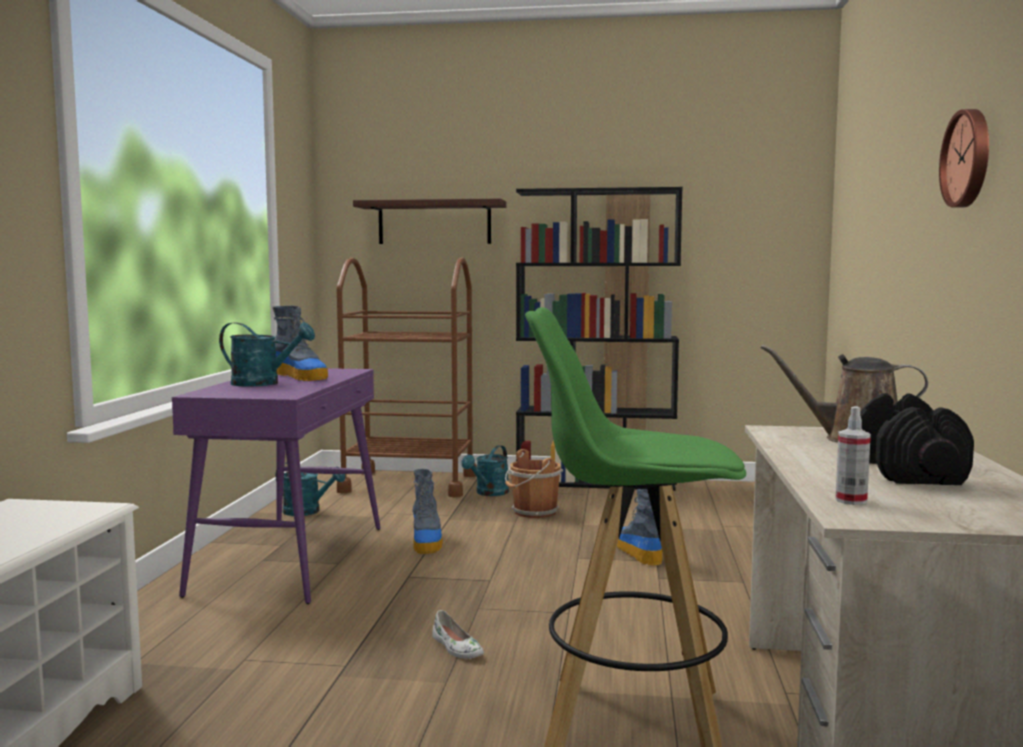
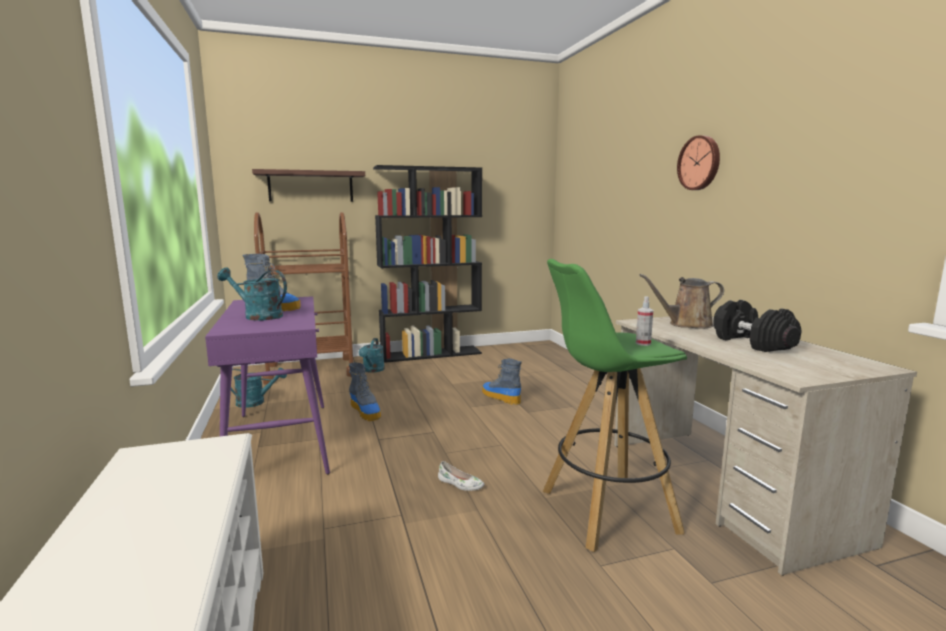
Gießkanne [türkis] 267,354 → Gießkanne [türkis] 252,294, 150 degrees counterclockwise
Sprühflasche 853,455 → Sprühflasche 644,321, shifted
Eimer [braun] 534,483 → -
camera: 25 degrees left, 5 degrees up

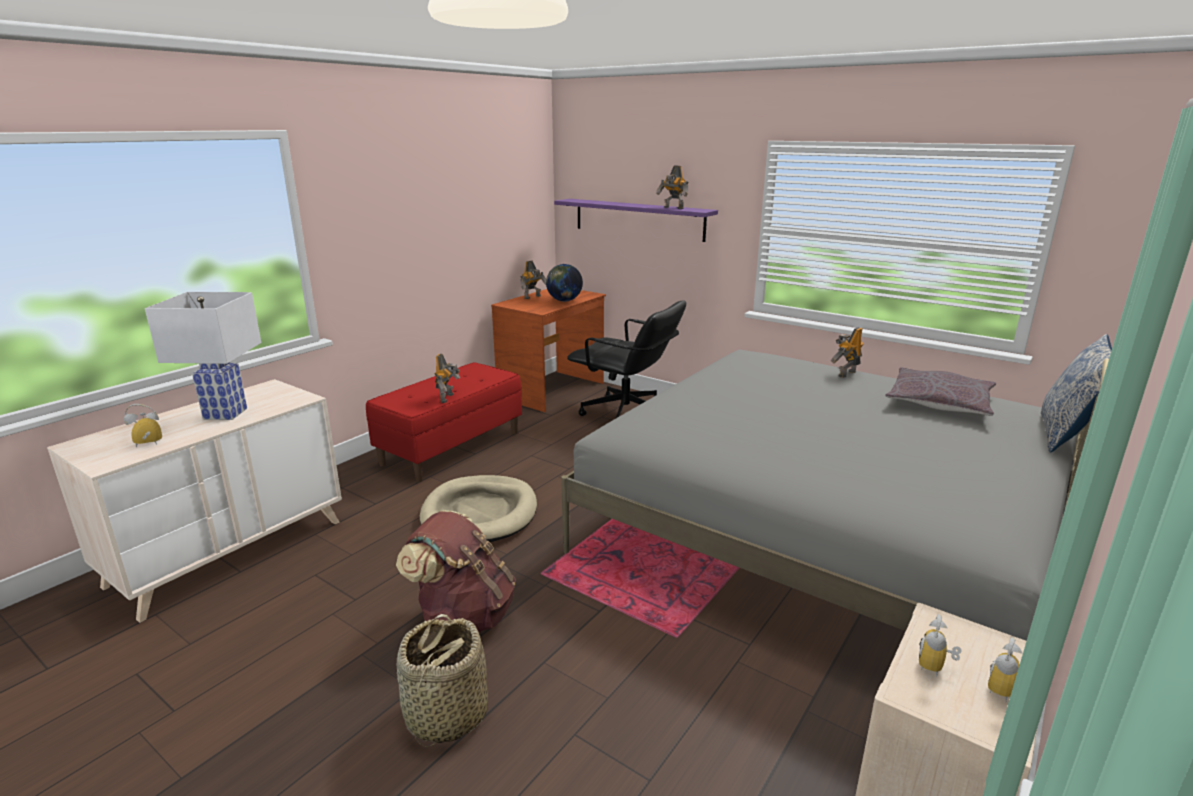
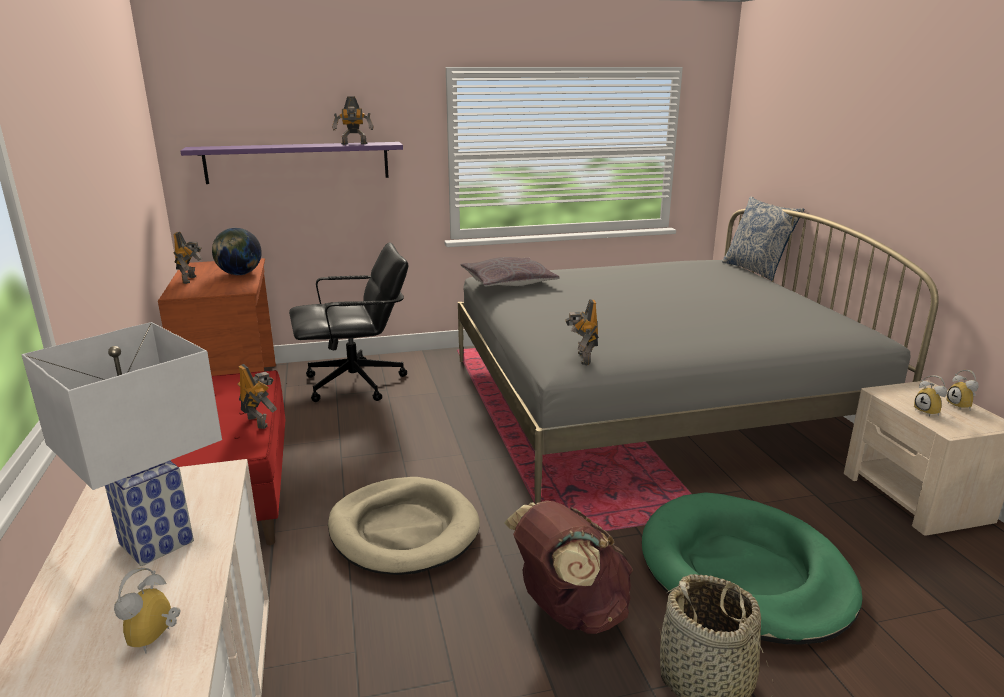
Spielzeugroboter 847,352 → Spielzeugroboter 582,332, shifted
Kissen [grau] 941,391 → Kissen [grau] 510,271, shifted
- → Hundebett [grün] 752,568
camera: 50 degrees left, 0 degrees up

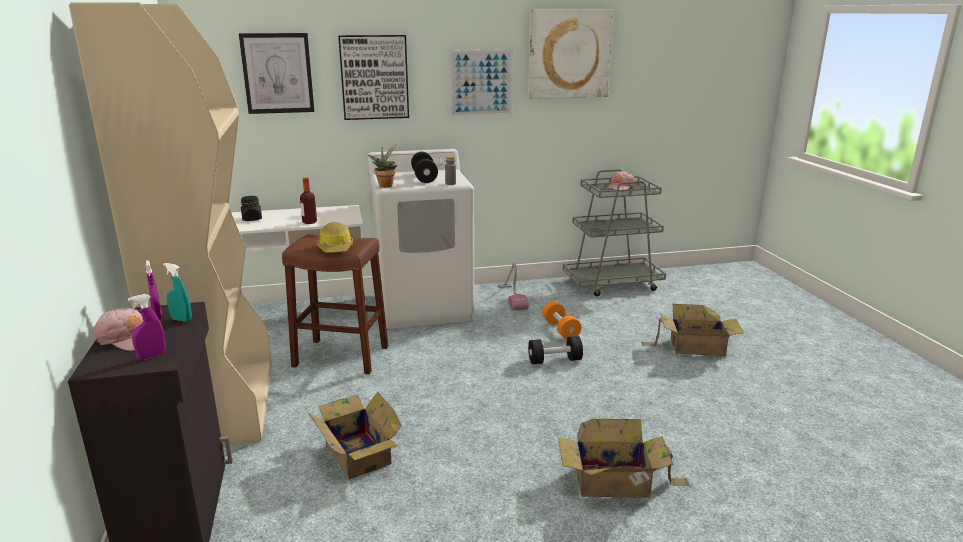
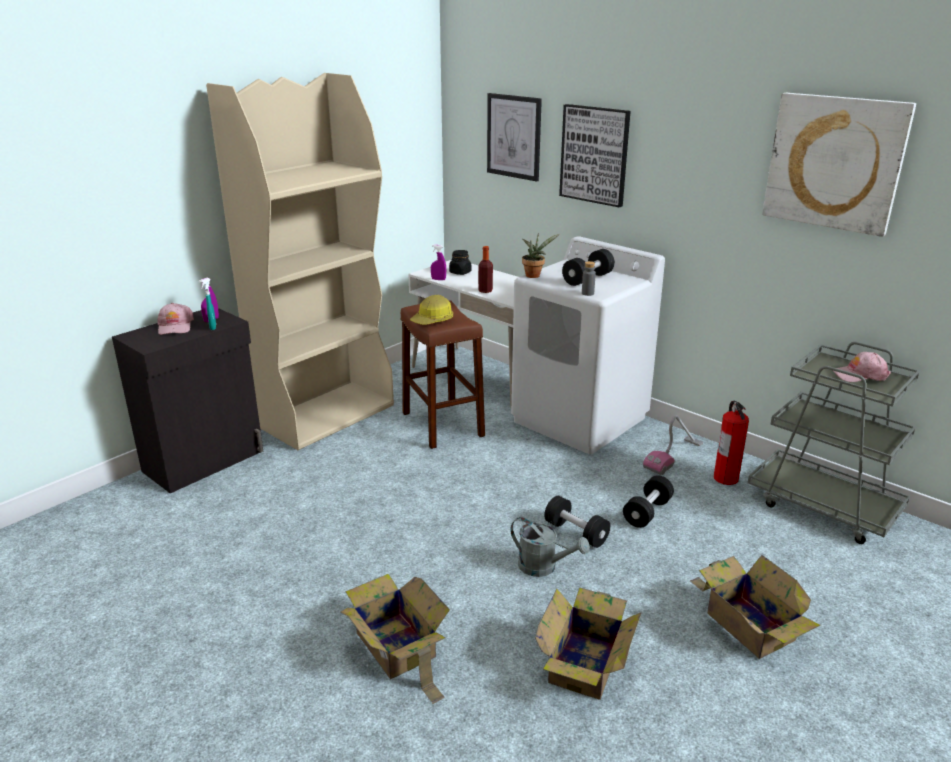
Bild 481,83 → -
Sprühflasche [lila] 147,327 → Sprühflasche [lila] 438,262, shifted
Hantel [orange] 561,320 → Hantel [schwarz] 648,501
Karton 355,435 → Karton 588,643, shifted
- → Feuerlöscher 731,442
- → Gießkanne [grau] 550,547
camera: 55 degrees right, 5 degrees up

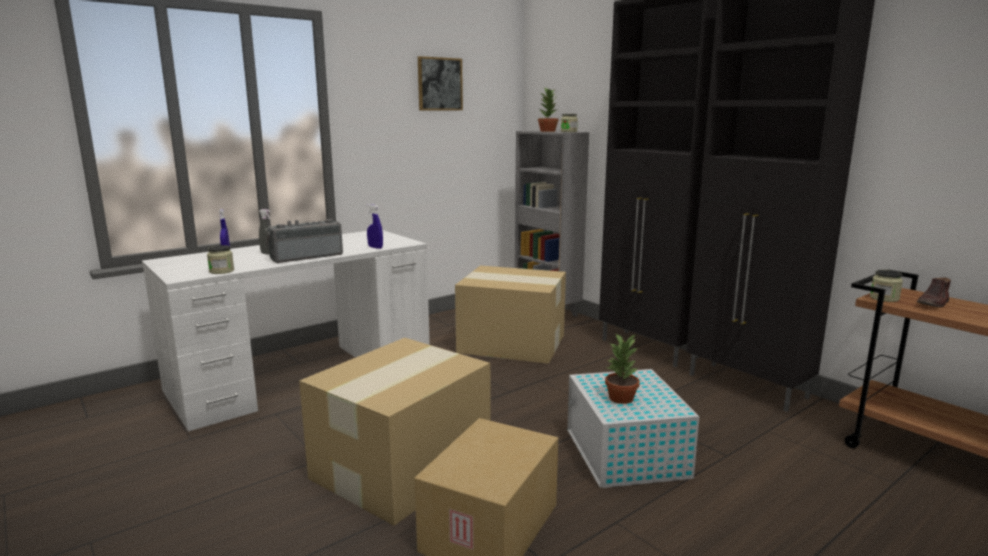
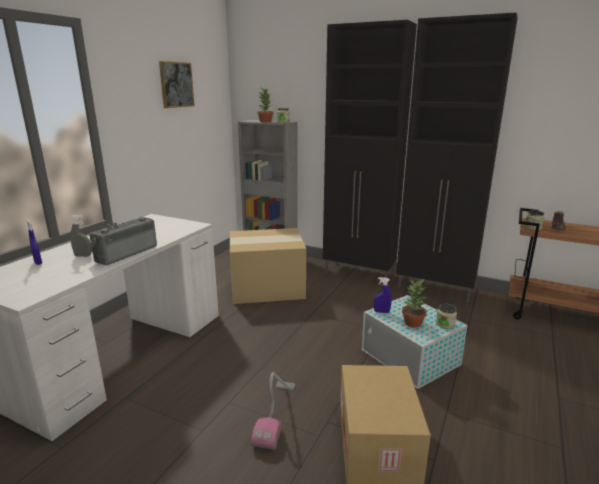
Sprühflasche [blau] 375,226 → Sprühflasche [blau] 382,295, shifted
Vorratsglas 220,259 → Vorratsglas 446,316, shifted
Karton 394,432 → Staubsauger 273,411
camera: 25 degrees left, 5 degrees up

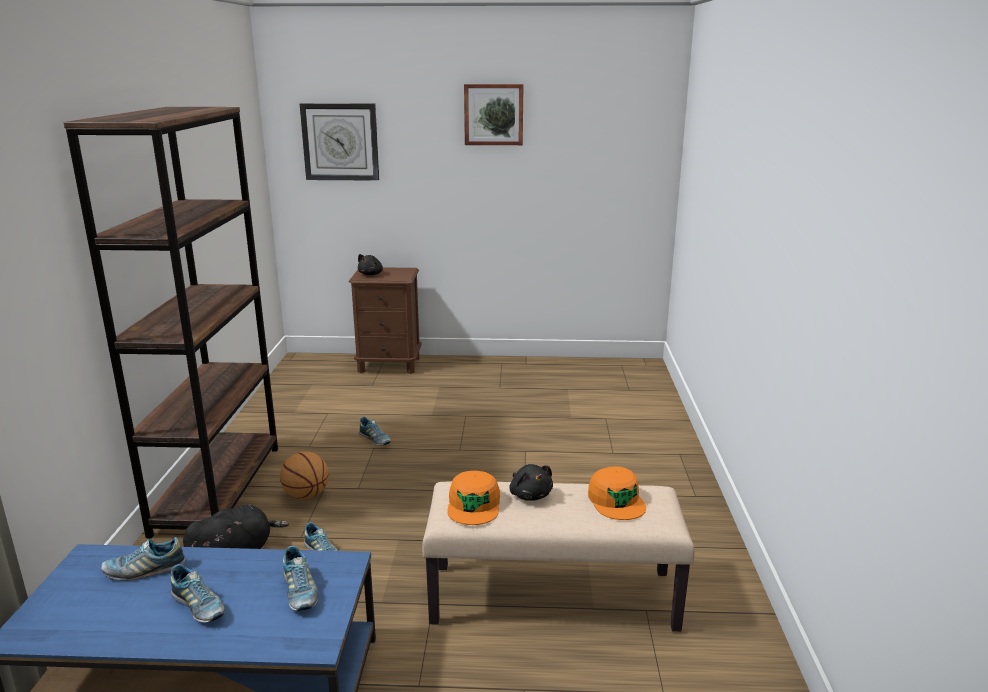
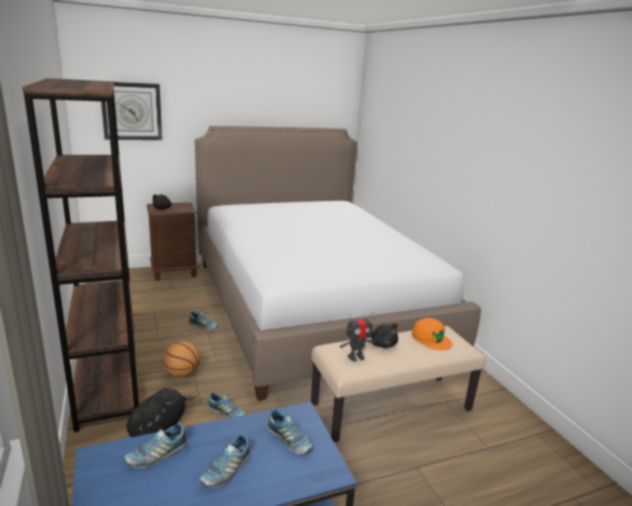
Bild 494,114 → -
Kappe [orange] 473,498 → Spielzeugroboter 357,337
Schuh 198,593 → Schuh 224,461, 105 degrees clockwise
- → Bett 338,263
camera: 25 degrees left, 0 degrees up

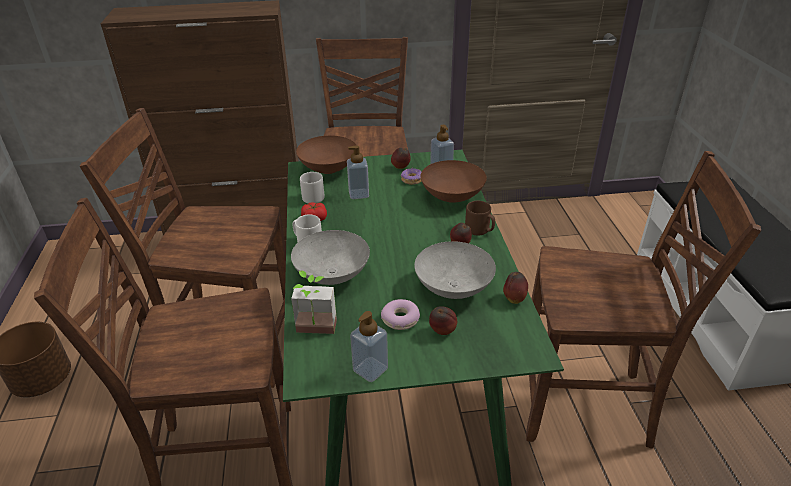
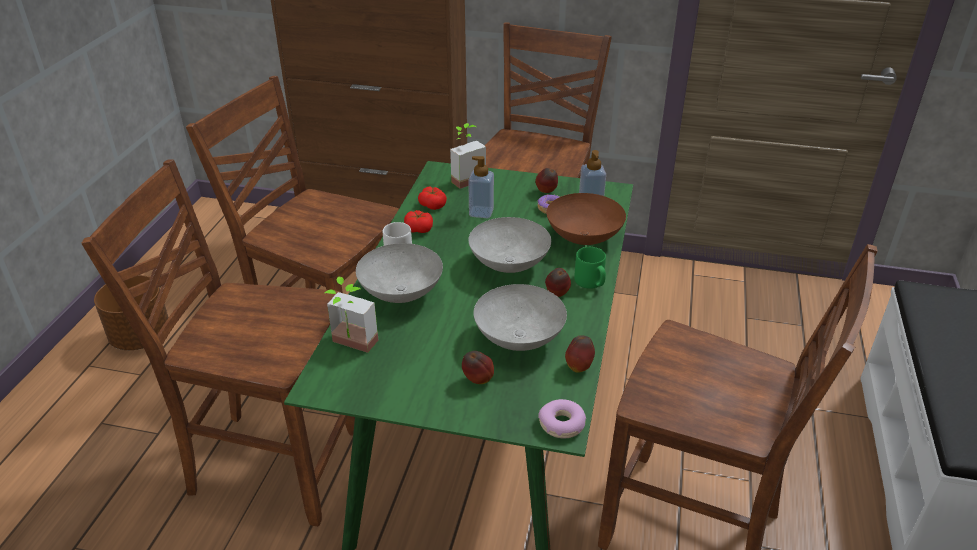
Schüssel [braun] 326,154 → Topfpflanze 468,156
Henkelbecher [grau] 312,187 → Tomate 432,198
Henkelbecher [braun] 480,218 → Henkelbecher [grün] 590,268
Donut 400,314 → Donut 562,418, shifted
Seifenspender 369,346 → -
- → Schüssel [grau] 509,245
camera: 20 degrees right, 0 degrees up

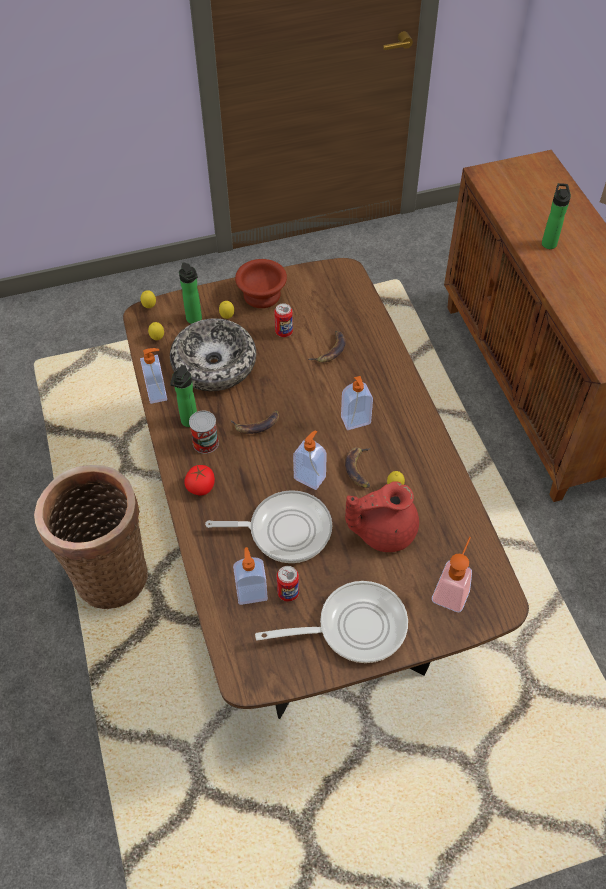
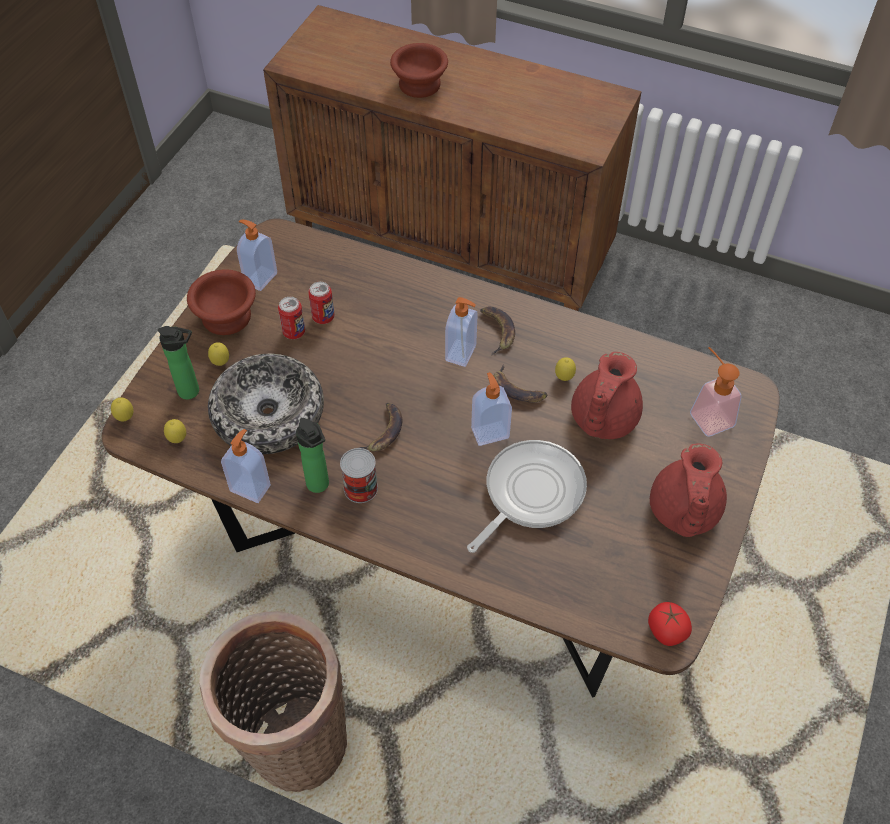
Flasche 556,216 → Schüssel [braun] 419,70
Banane 327,347 → Banane 497,331, shifted
Tomate 199,480 → Tomate 670,624, shifted
Seifenspender 250,576 → Seifenspender 257,255, shifted
Dose 288,584 → Dose 321,303, shifted
Pfanne 331,622 → Teekanne [rot] 688,490
camera: 50 degrees left, 0 degrees up

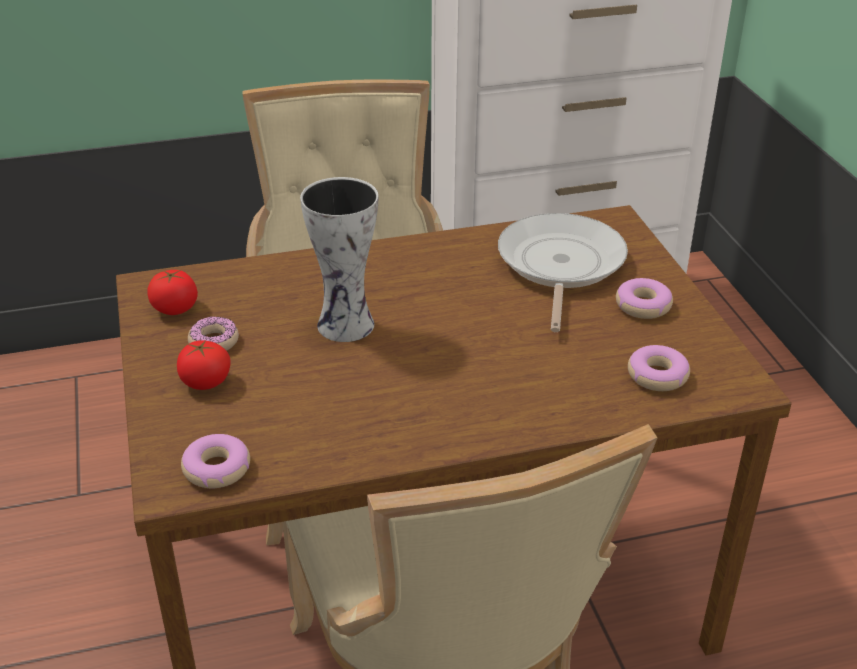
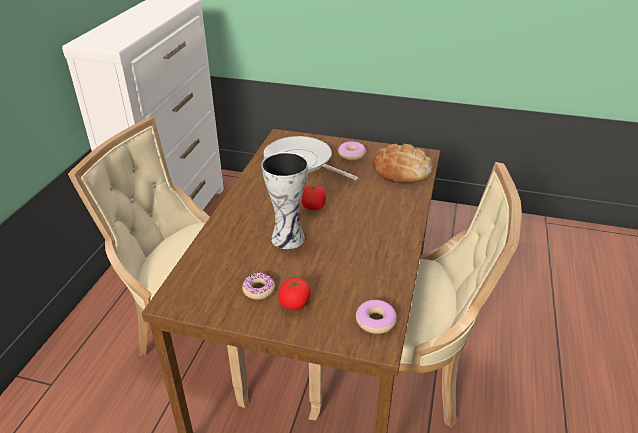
Tomate 172,292 → Tomate 313,197, shifted
Donut 659,368 → Brot 402,163
camera: 60 degrees left, 0 degrees up

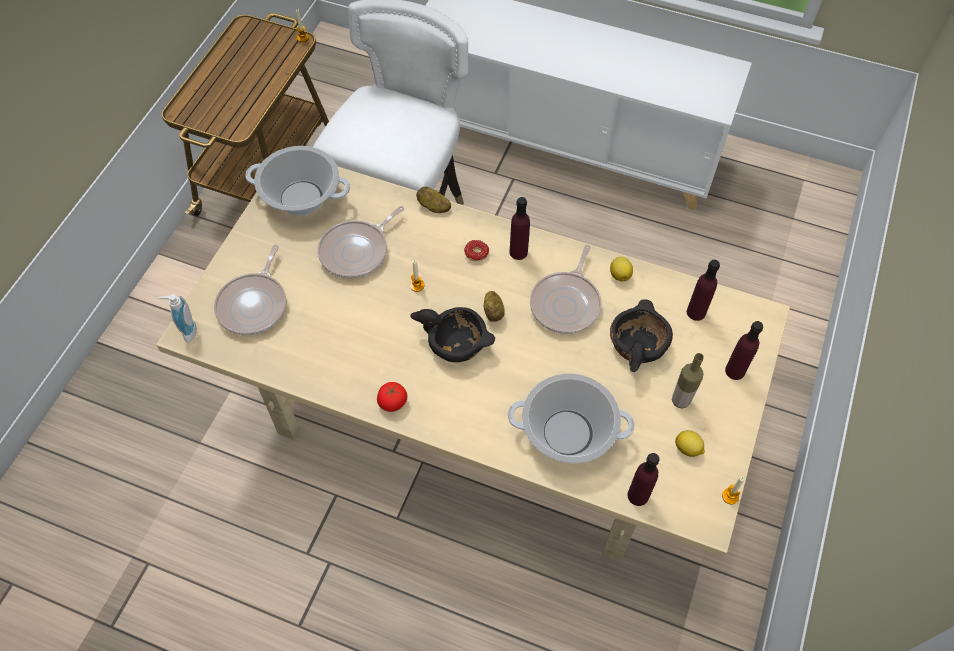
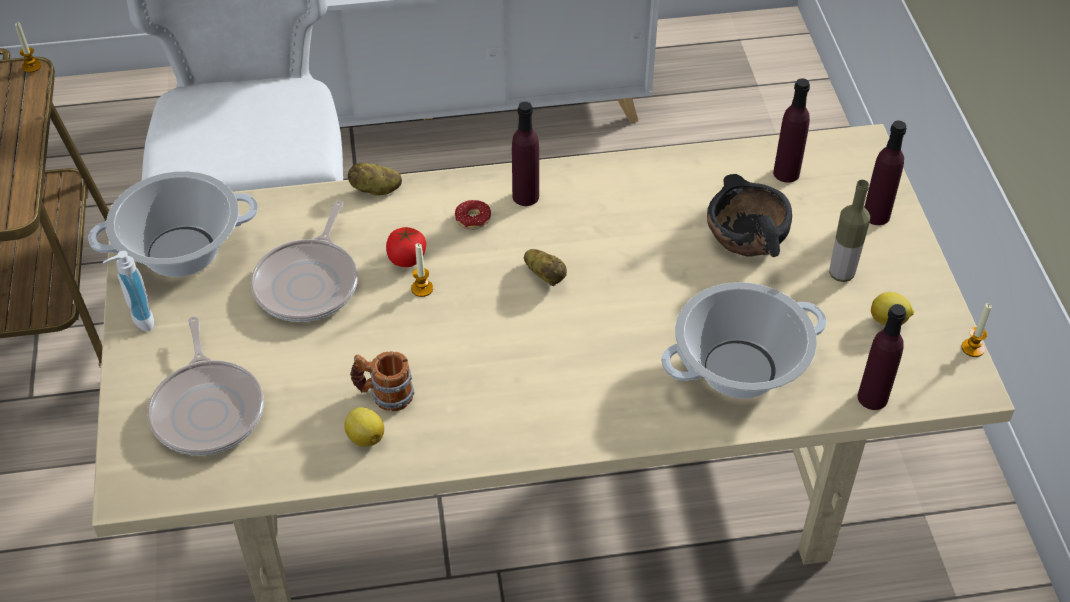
Pfanne 565,289 → -
Zitrone 621,269 → Zitrone 364,427, shifted
Seifenspender 177,318 → Seifenspender 128,291, shifted
Schüssel [schwarz] 452,334 → -
Tomate 392,397 → Tomate 406,247, shifted
- → Henkelbecher 382,381
camera: 30 degrees left, 10 degrees down

